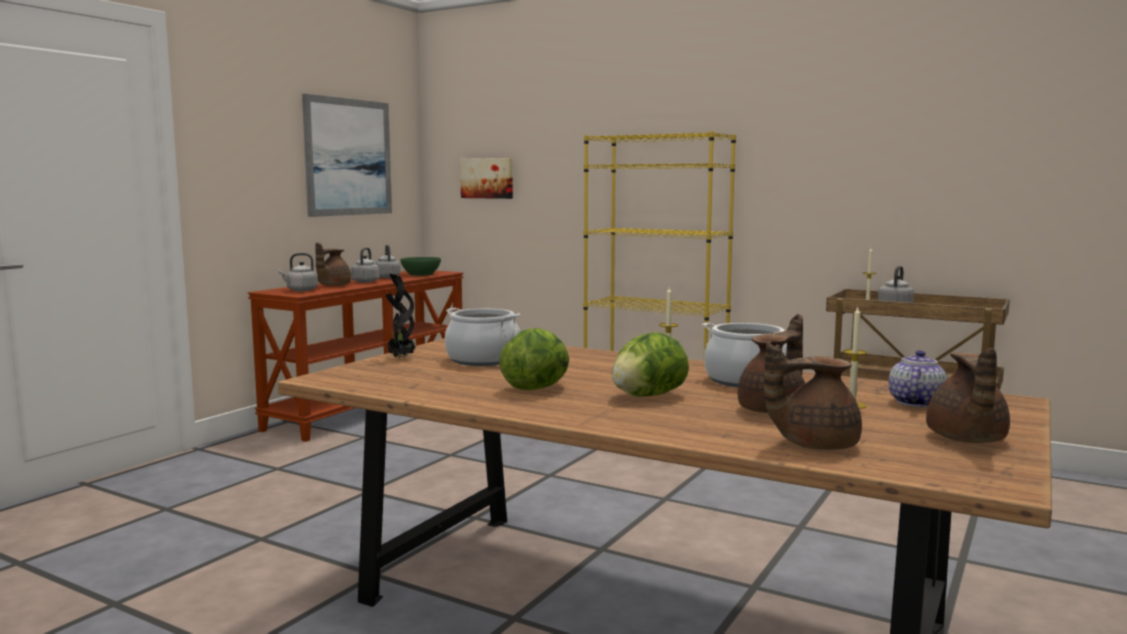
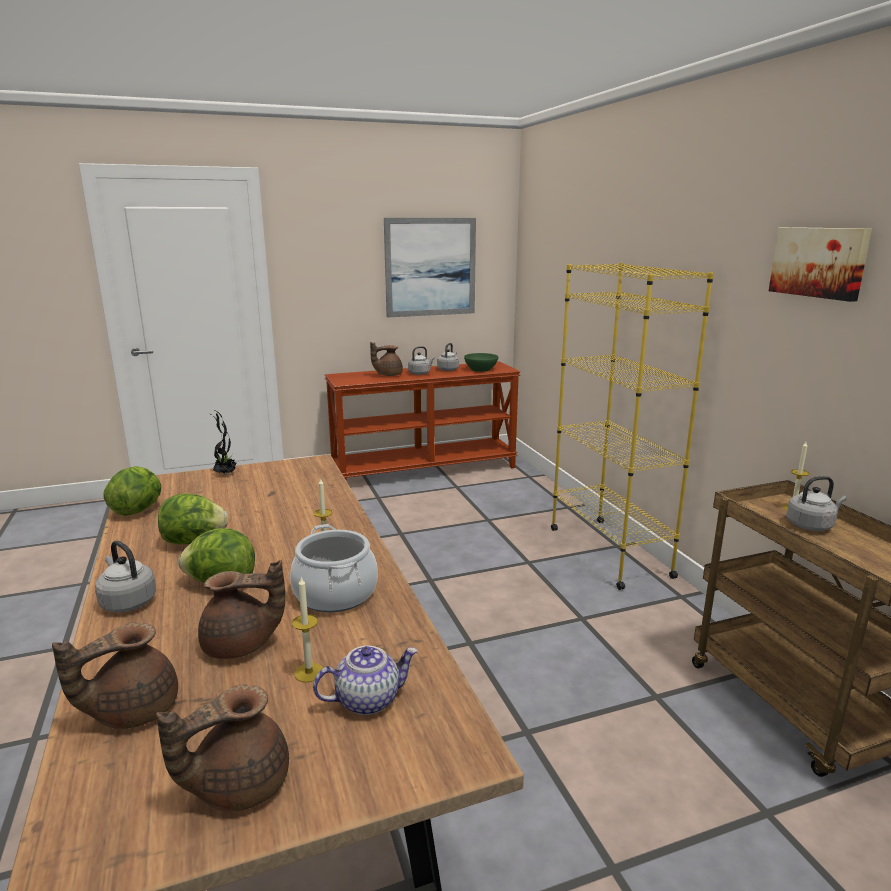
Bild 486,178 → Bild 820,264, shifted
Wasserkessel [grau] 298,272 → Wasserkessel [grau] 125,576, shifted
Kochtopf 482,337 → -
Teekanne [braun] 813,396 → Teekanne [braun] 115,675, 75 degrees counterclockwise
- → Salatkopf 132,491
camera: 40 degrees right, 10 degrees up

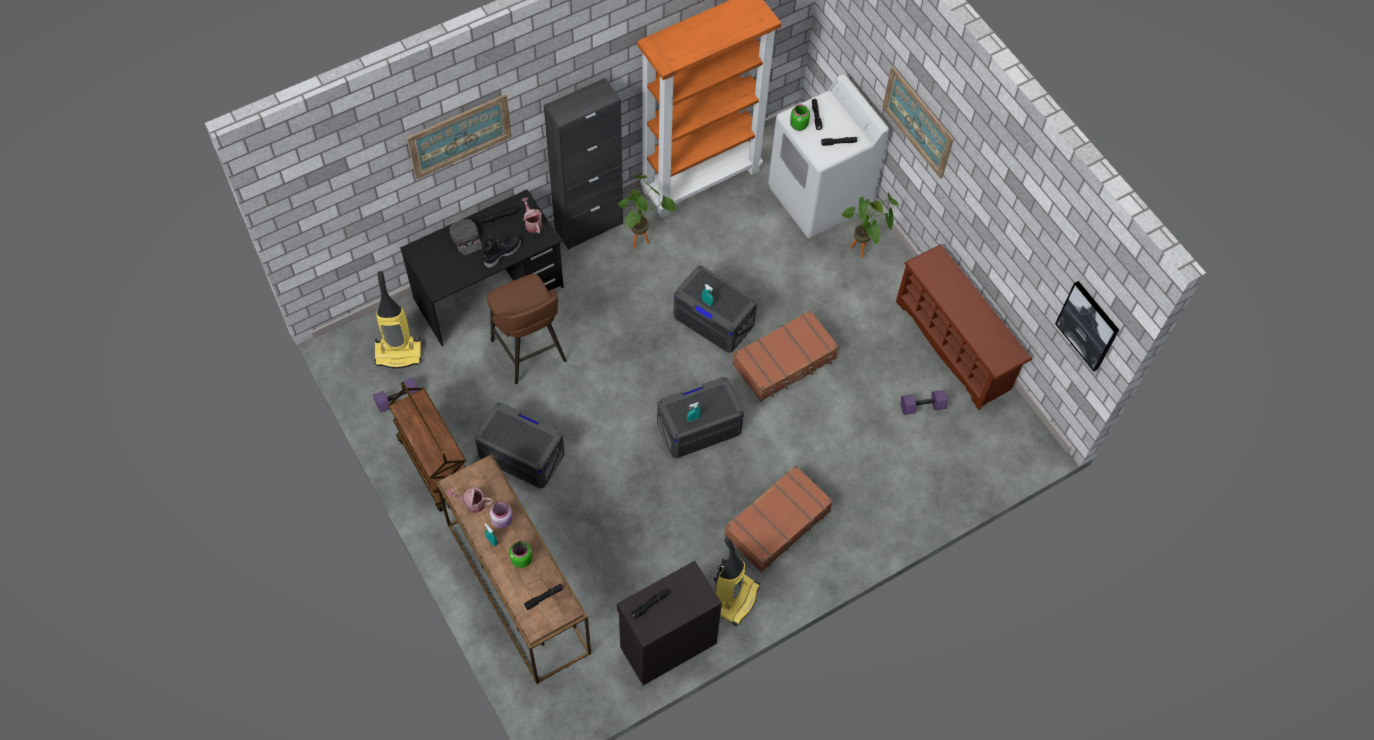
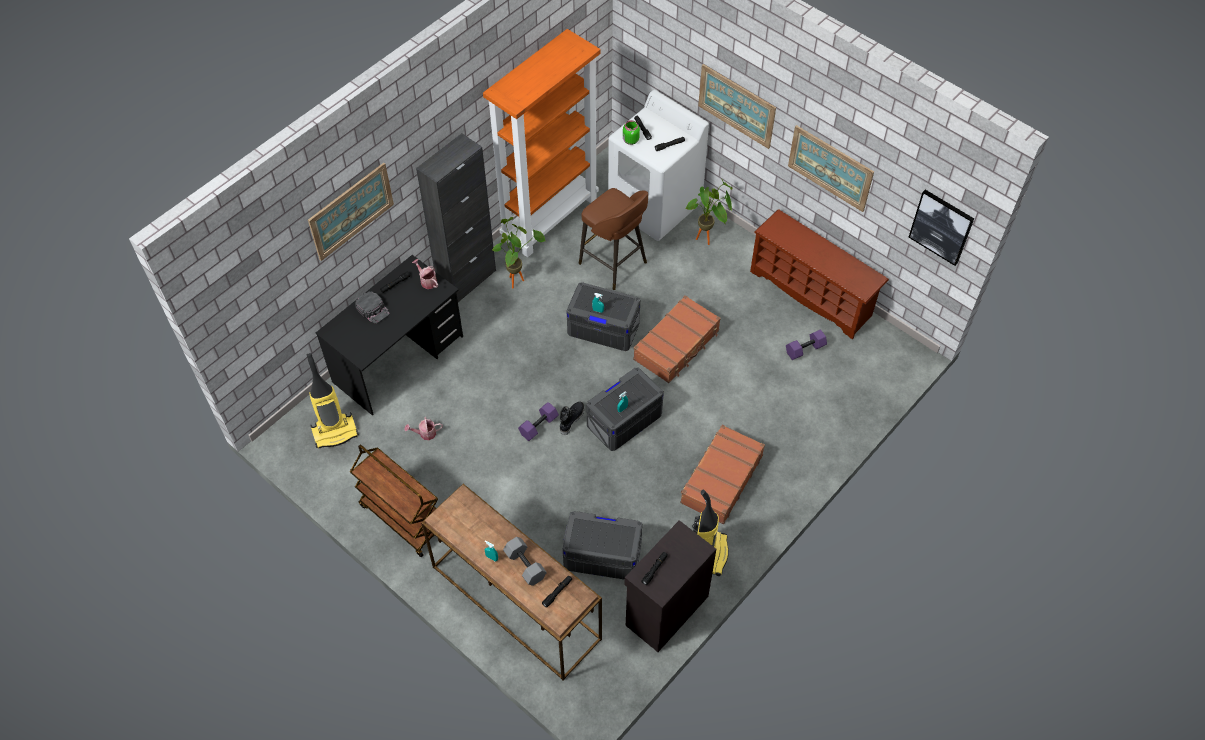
Stiefel [schwarz] 501,251 → Stiefel [schwarz] 572,418, shifted
Hocker [braun] 527,329 → Hocker [braun] 613,239, shifted
Hantel [lila] 396,394 → Hantel [lila] 538,421, shifted
Aufbewahrungsbox [grau] 519,445 → Aufbewahrungsbox [grau] 602,545, shifted
Gießkanne 470,499 → Gießkanne 423,428, shifted
Vorratsglas [rosa] 501,515 → -
Vorratsglas [grün] 520,554 → Hantel [grau] 525,561
- → Bild 831,168
camera: 15 degrees left, 5 degrees down

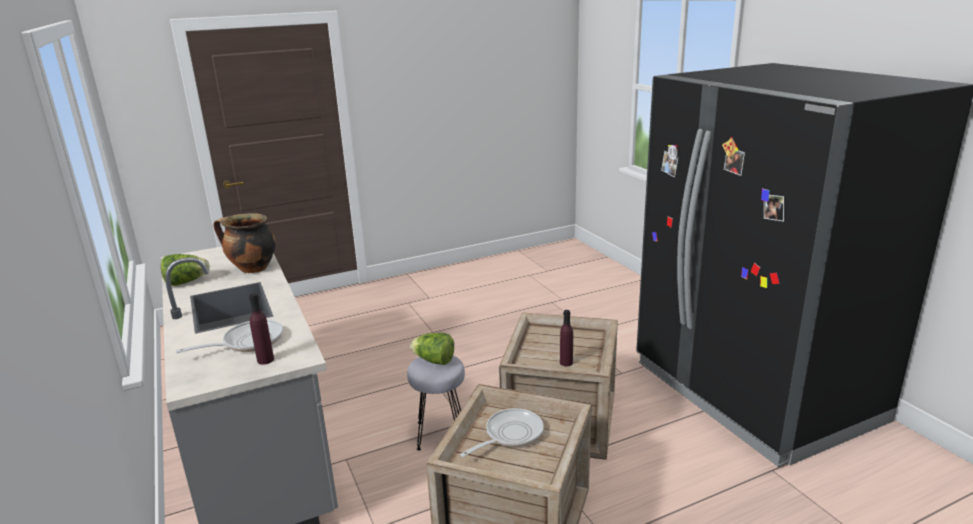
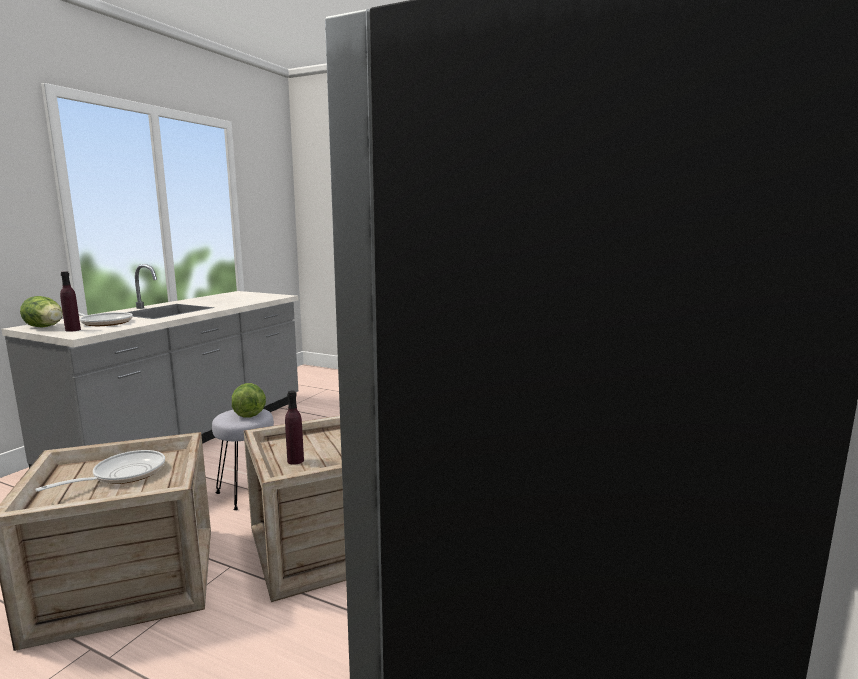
Kochtopf 244,243 → -
Salatkopf 185,270 → Salatkopf 41,311, shifted
Pfanne 502,432 → Pfanne 100,471, 60 degrees counterclockwise
camera: 50 degrees right, 10 degrees down

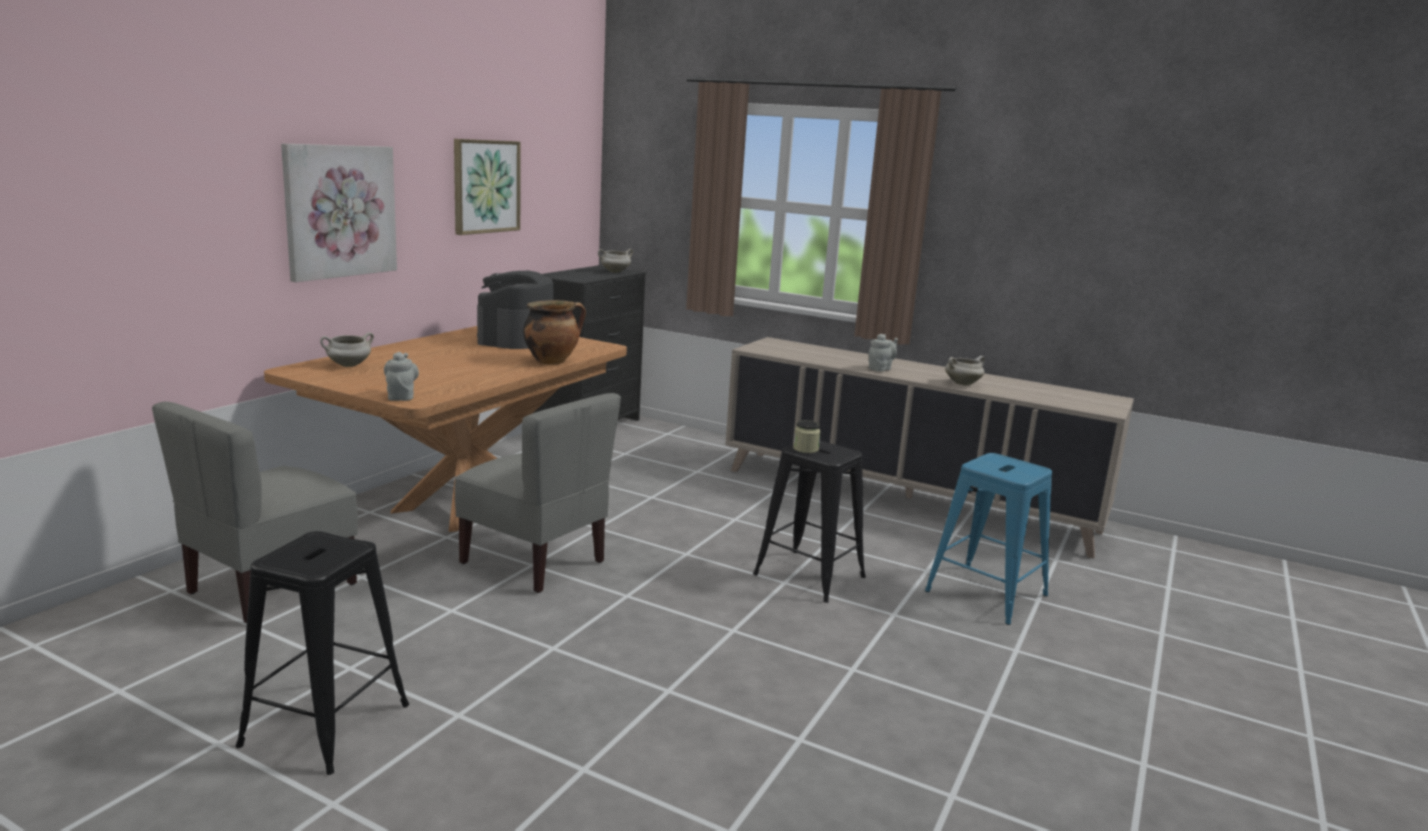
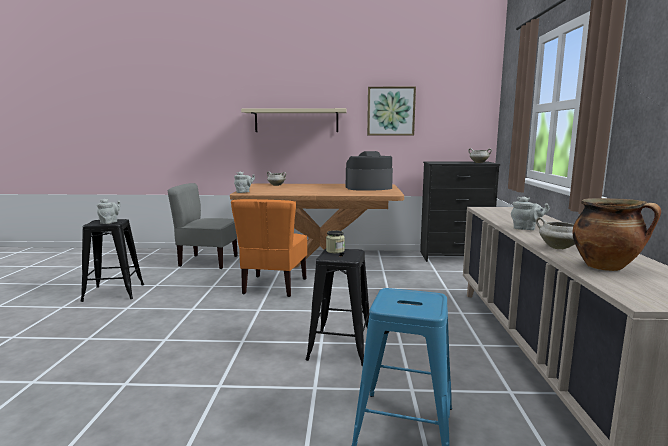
Bild 339,213 → Wandregal [beige] 294,120
Kochtopf 554,332 → Kochtopf 616,234, shifted
Stuhl [grau] 538,493 → Stuhl [orange] 269,248
- → Teekanne [grau] 108,211
camera: 65 degrees right, 5 degrees down

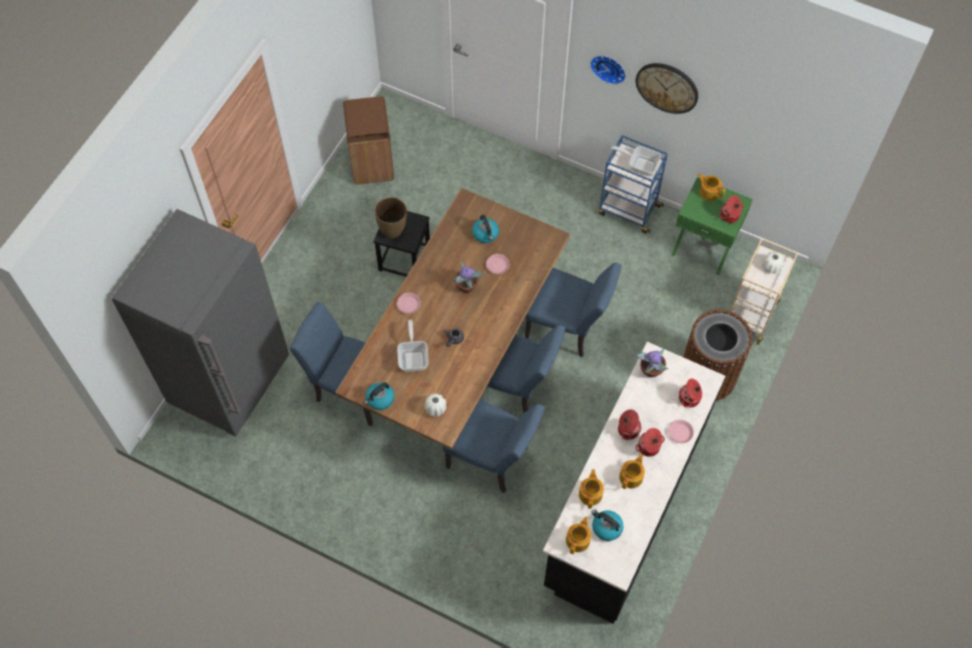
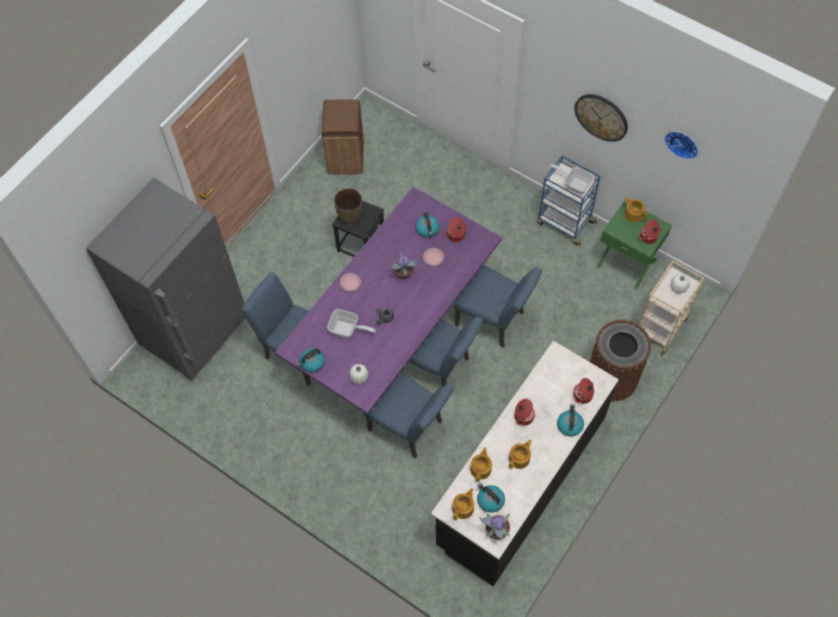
Wanduhr 608,70 → Wanduhr 681,145, shifted
Esstisch [braun] 452,319 → Esstisch [lila] 388,301
Pfanne 413,346 → Pfanne 351,323, 105 degrees clockwise
Topfpflanze 652,362 → Topfpflanze 495,526, shifted
Teller [rosa] 681,431 → Wasserkessel 570,420
Kochtopf 650,442 → Kochtopf 456,230, shifted
camera: 10 degrees right, 0 degrees up

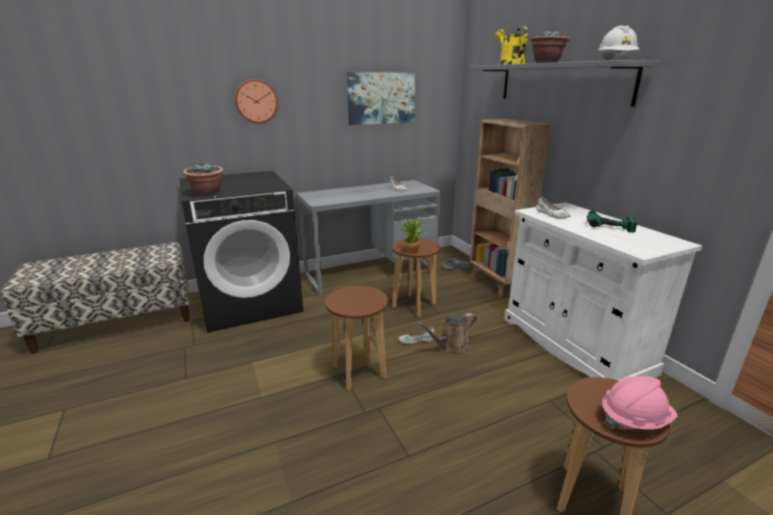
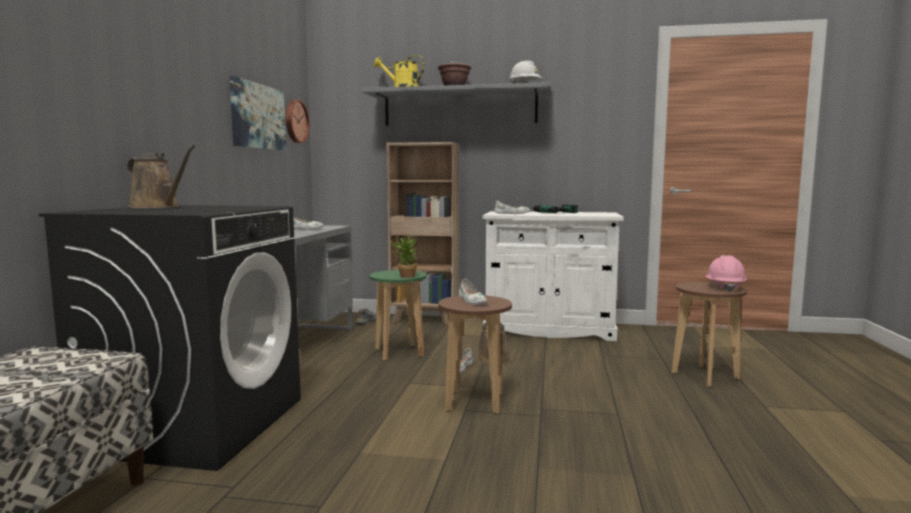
Wanduhr 256,101 → Wanduhr 298,121, shifted
Topfpflanze 203,179 → -
Hocker [braun] 416,277 → Hocker [grün] 398,315
- → Gießkanne [braun] 161,176
- → Schuh [weiß] 473,291
camera: 55 degrees left, 15 degrees down

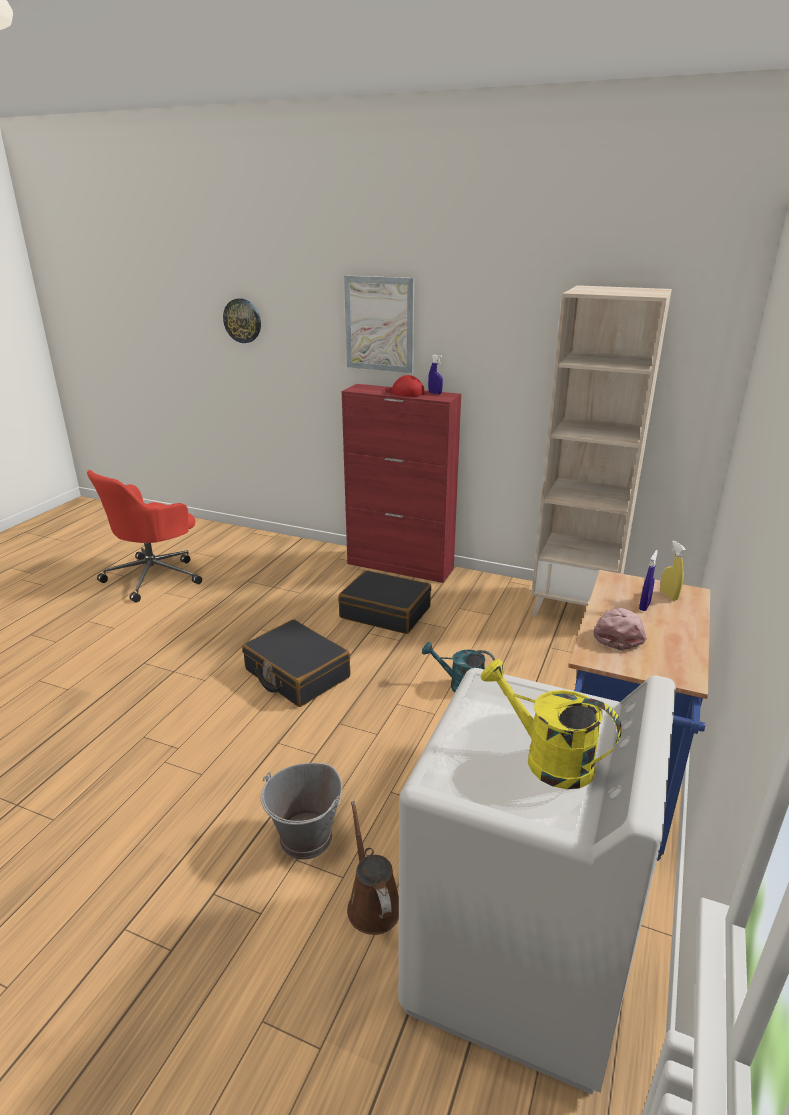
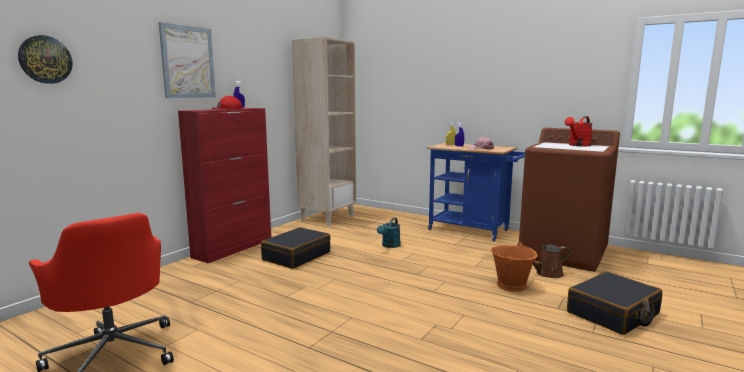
Koffer [schwarz] 296,663 → Koffer [schwarz] 614,303, shifted
Gießkanne [gelb] 551,724 → Gießkanne [rot] 579,131
Waschmaschine [weiß] 537,881 → Waschmaschine [braun] 569,200
Eimer [grau] 301,811 → Eimer [orange] 514,267
camera: 80 degrees left, 15 degrees down

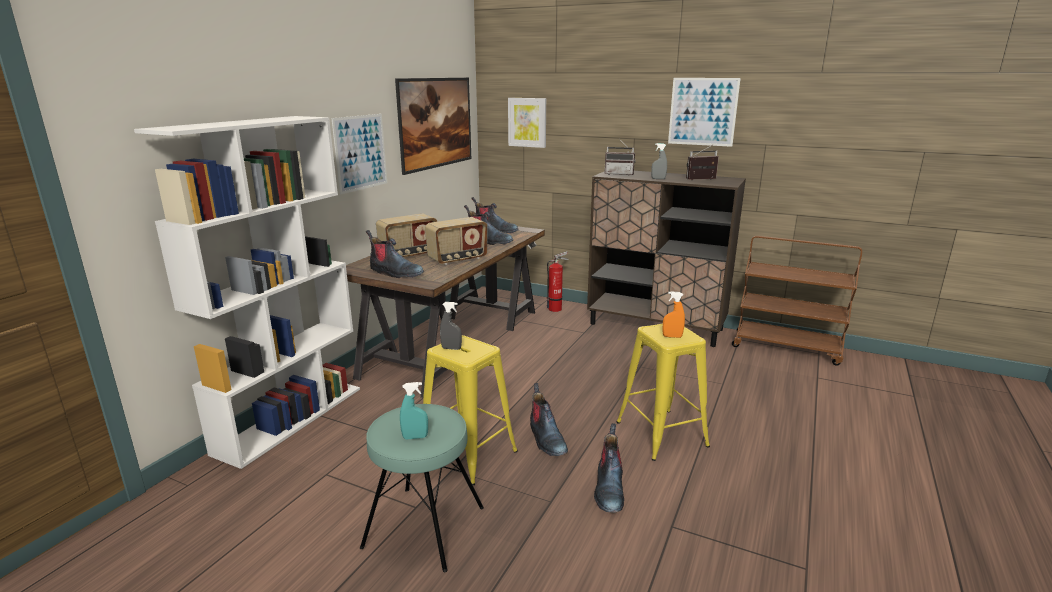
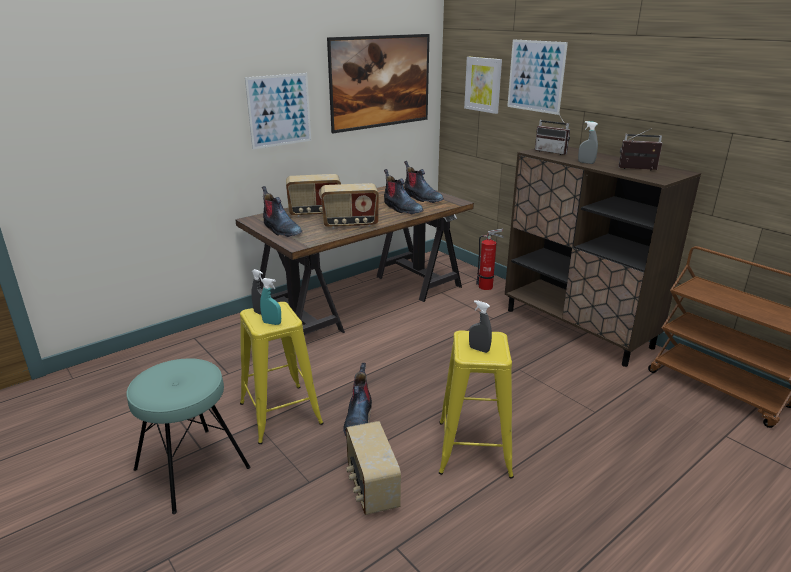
Bild 704,112 → Bild 537,77, shifted
Bücherregal [weiß] 247,292 → -
Sprühflasche [orange] 674,314 → Sprühflasche [grau] 480,326
Sprühflasche [türkis] 414,411 → Sprühflasche [türkis] 270,301, shifted
Stiefel 609,468 → Radio 373,468
camera: 25 degrees right, 5 degrees up

